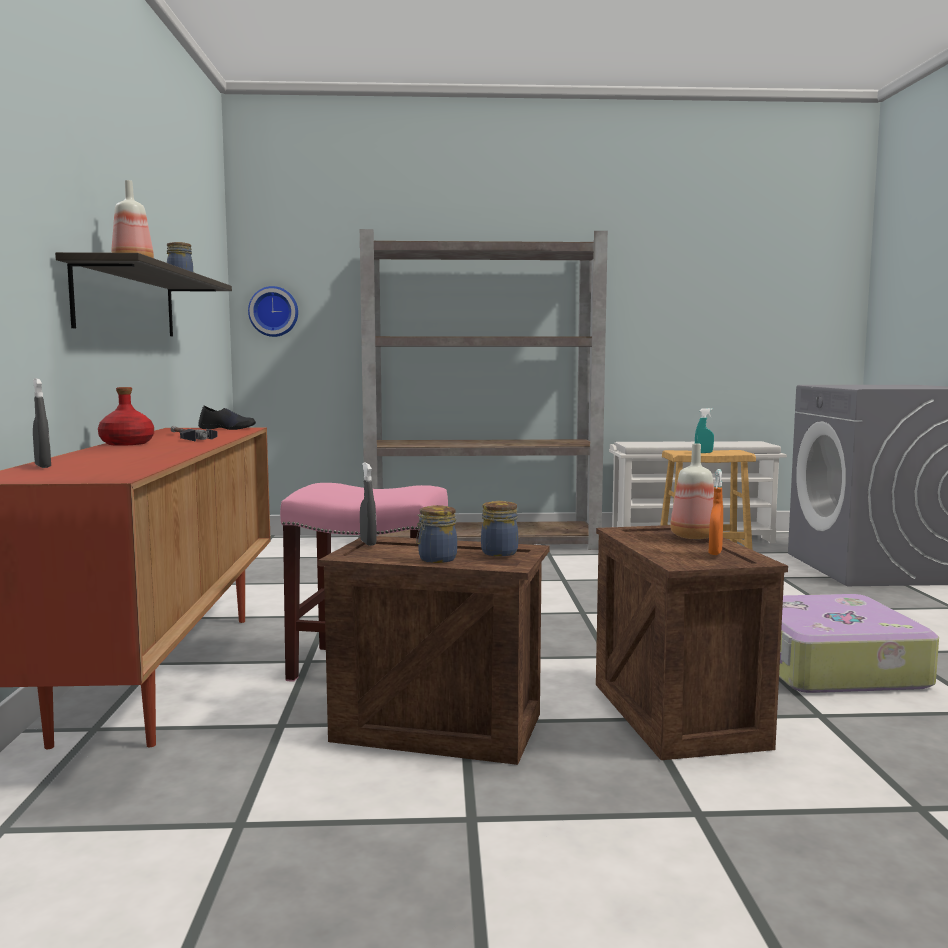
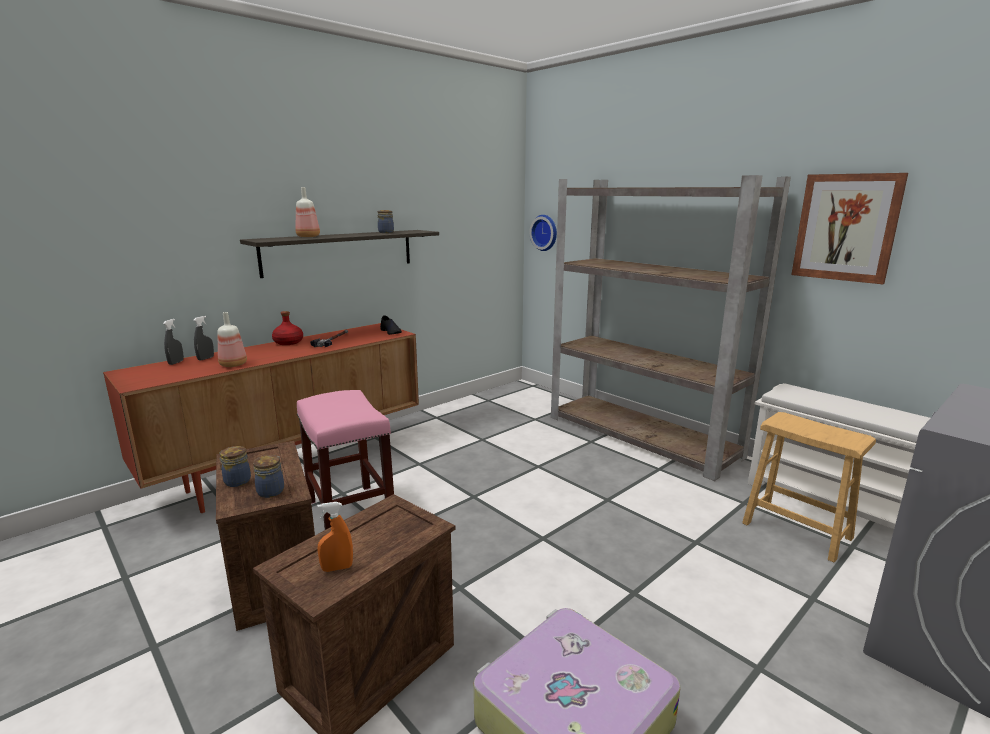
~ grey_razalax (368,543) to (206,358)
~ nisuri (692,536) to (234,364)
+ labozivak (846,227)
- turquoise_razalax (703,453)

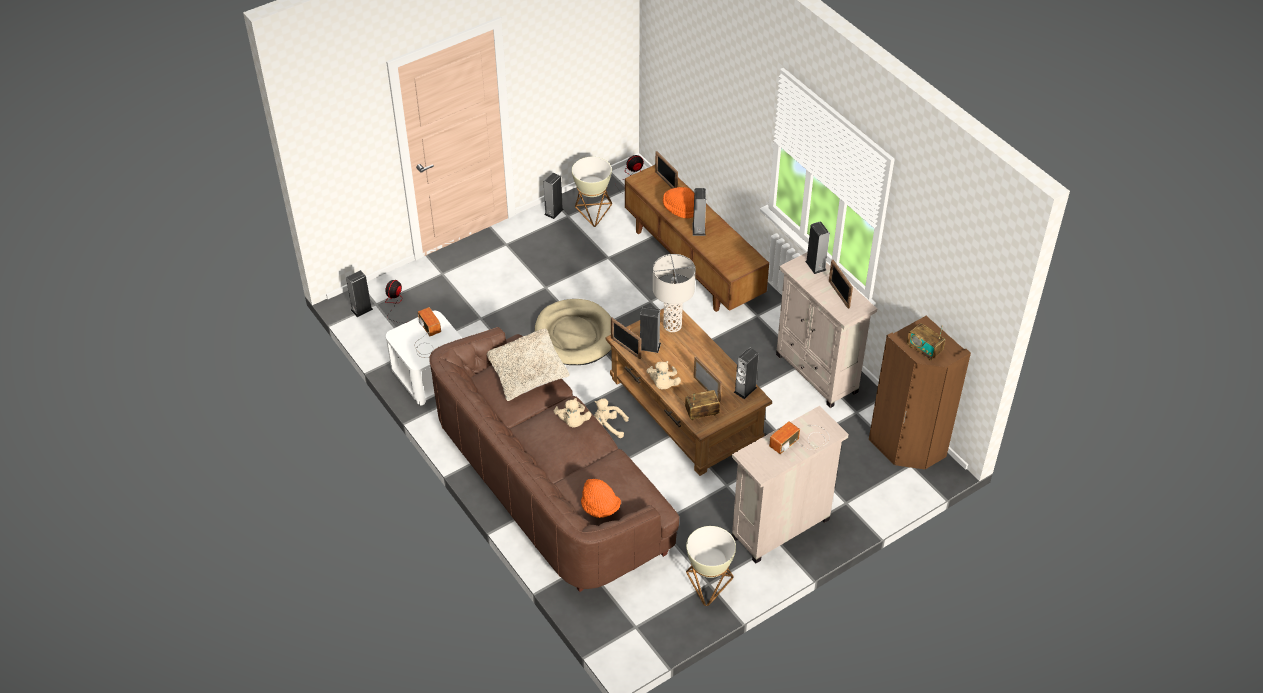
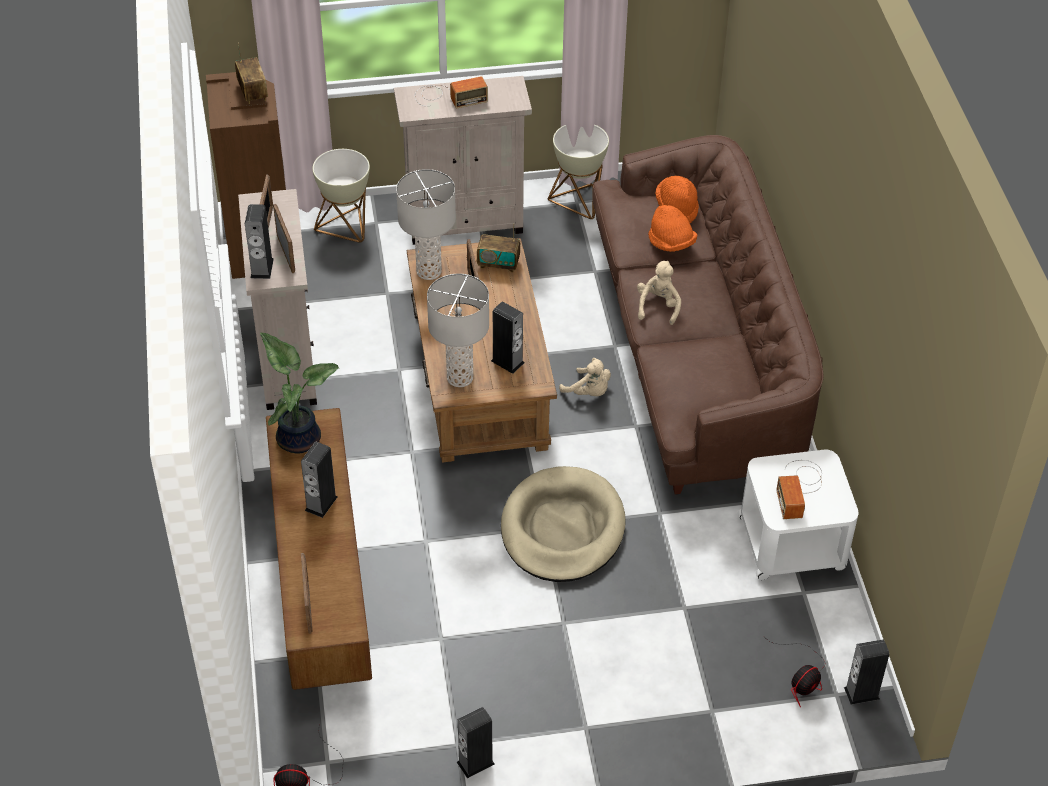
+ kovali (299,437)
~ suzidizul (625,348) to (286,253)
~ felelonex (593,212) to (345,228)
~ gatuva (745,390) to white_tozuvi (428,271)
~ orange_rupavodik (680,209) to (671,243)
- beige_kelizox (527,372)
- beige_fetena (663,384)

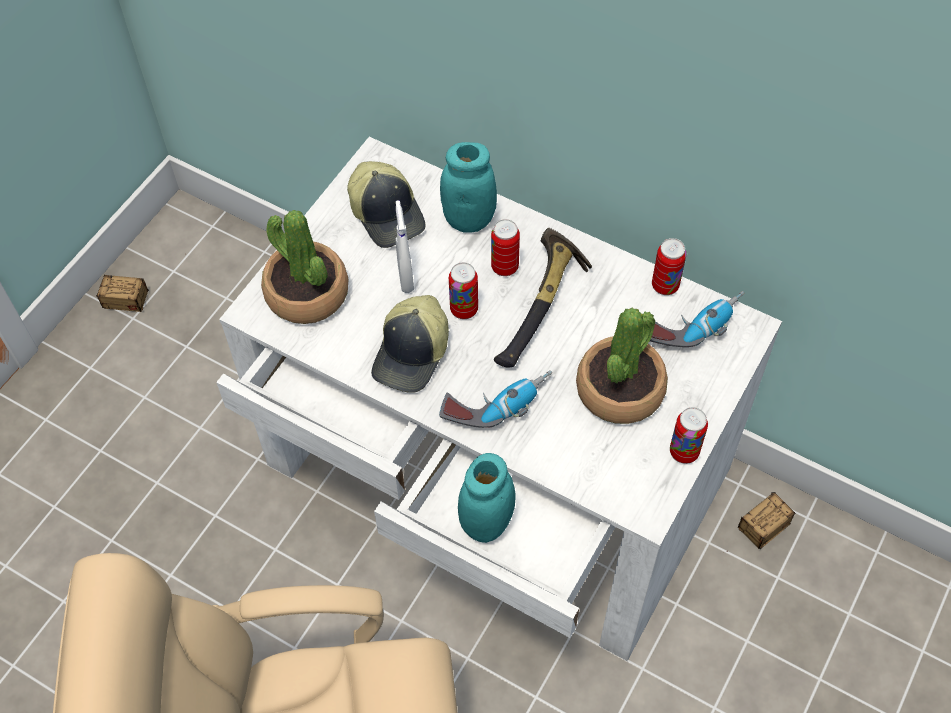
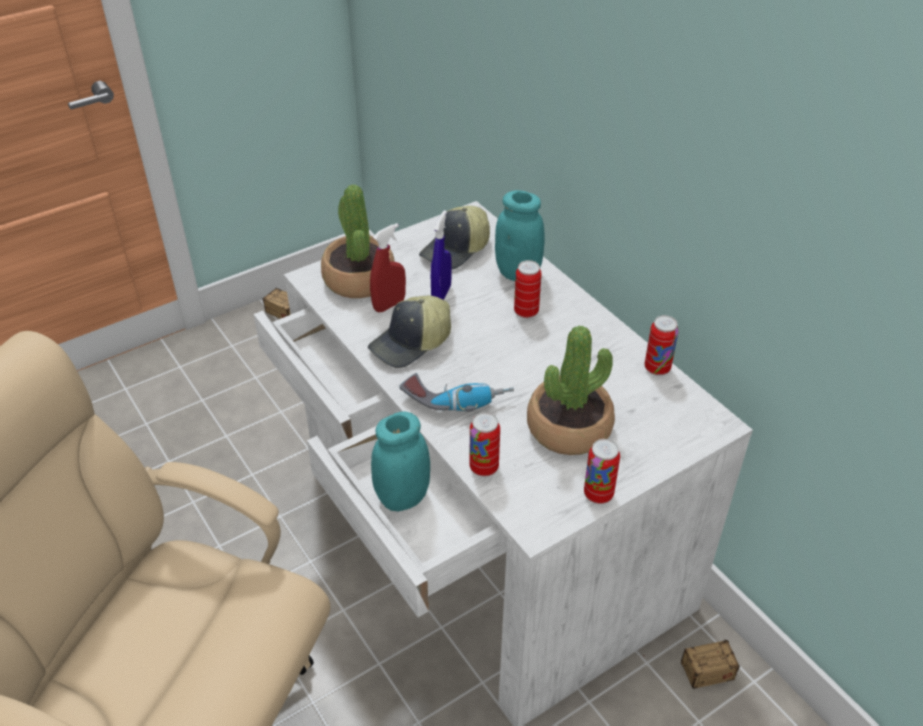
+ red_razalax (389,305)
~ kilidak (388,213) = (456,250) 45 degrees clockwise
~ white_razalax (406,278) to blue_razalax (441,294)
~ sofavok (464,309) to (484,467)
- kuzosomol (543,307)
- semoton (692,324)

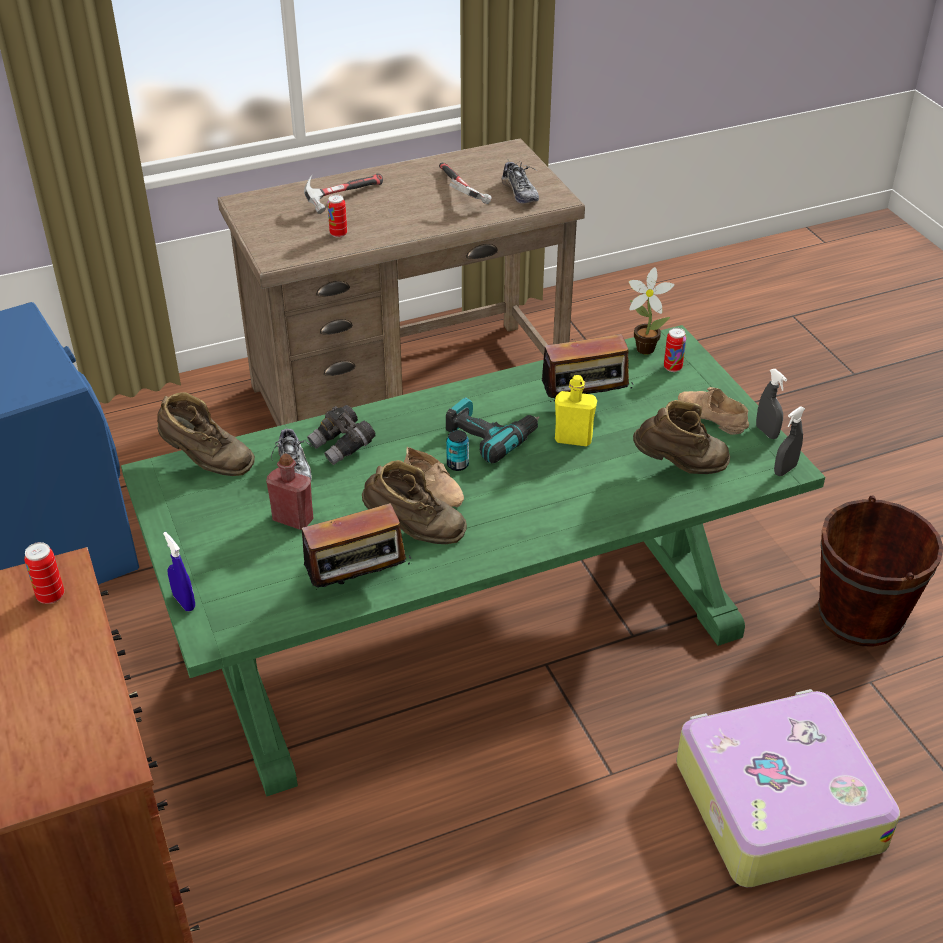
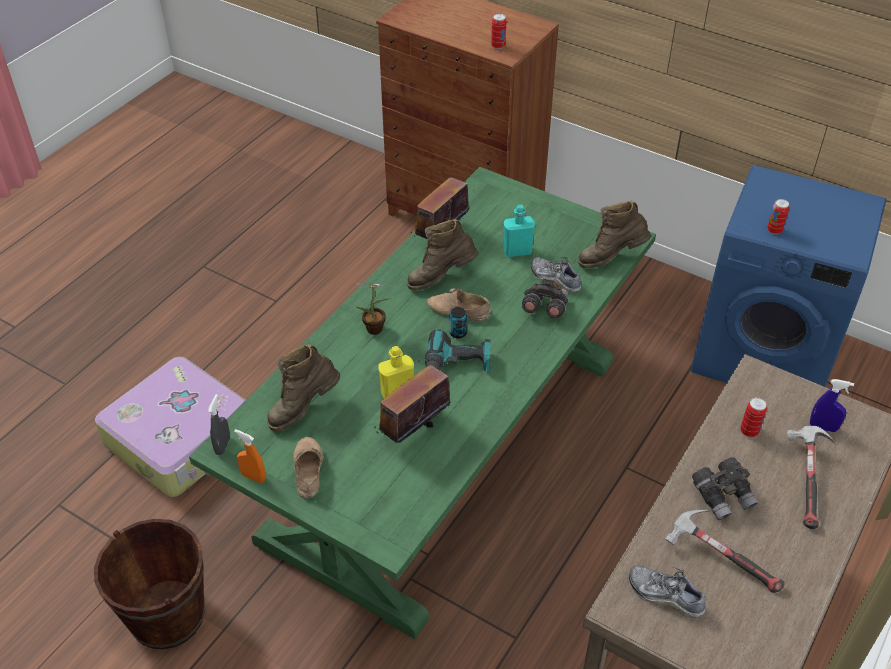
~ grey_razalax (766,432) to orange_razalax (253,477)
~ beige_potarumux (710,416) = (307,470) 105 degrees counterclockwise
~ kovali (643,347) to (377,330)
~ red_nisuri (293,519) to turquoise_nisuri (517,251)
+ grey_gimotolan (722,496)
~ sofavok (672,367) to (774,230)
~ blue_razalax (184,602) to (823,427)

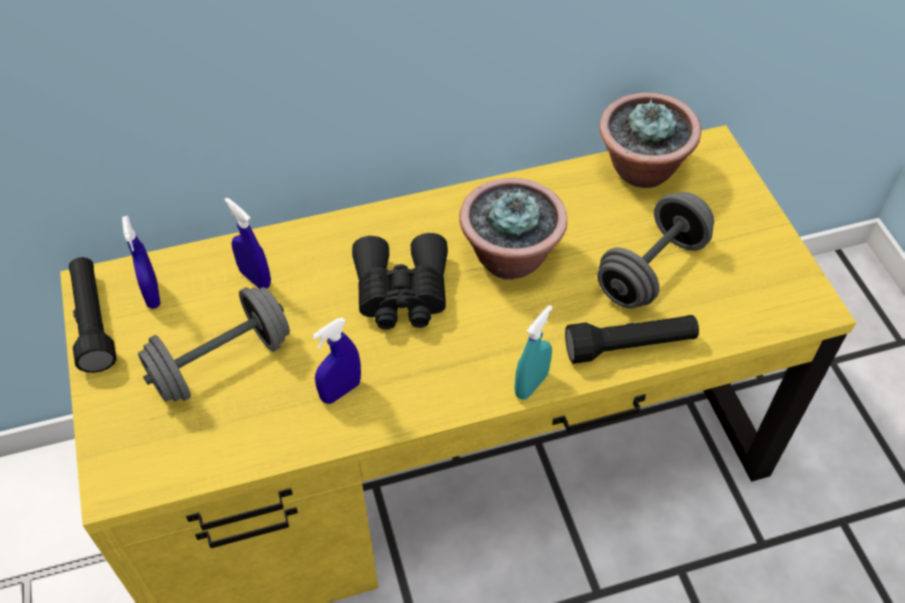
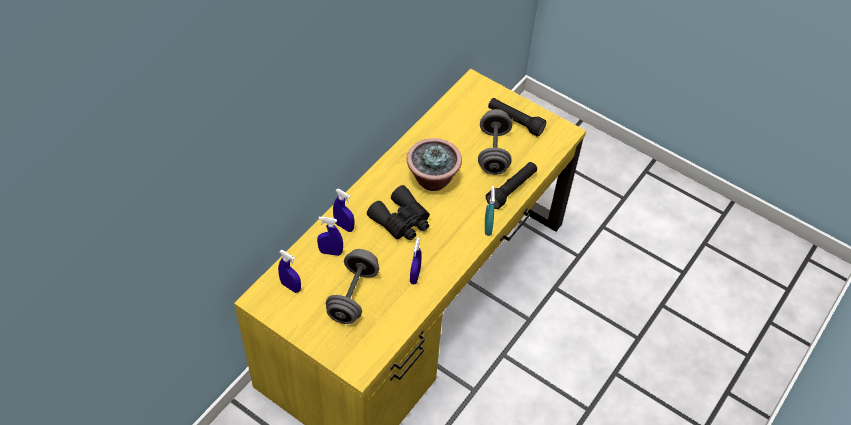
+ blue_razalax (344,226)
~ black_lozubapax (93,322) to (515,121)
- kovali (641,170)

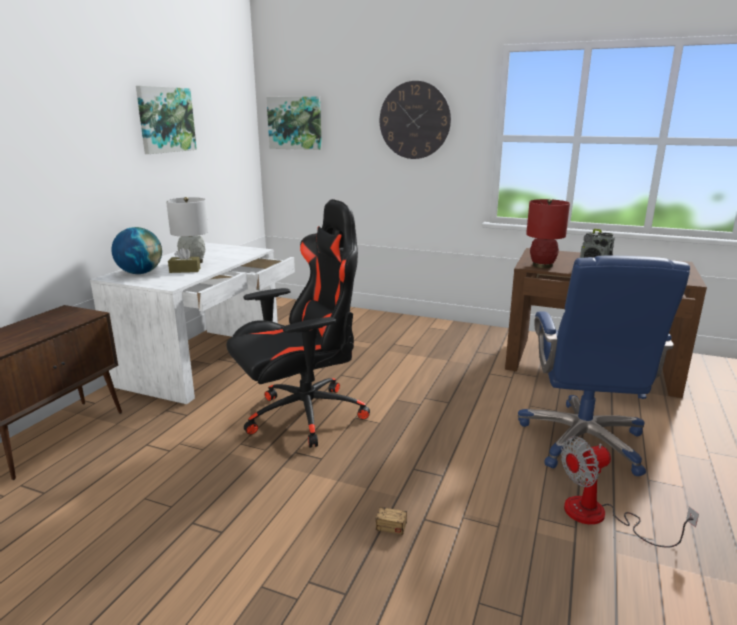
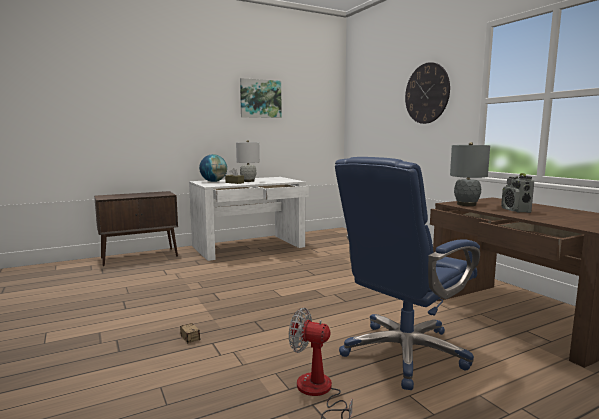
~ red_tozuvi (542,265) to grey_tozuvi (466,204)
- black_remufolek (298,418)
- labozivak (295,123)

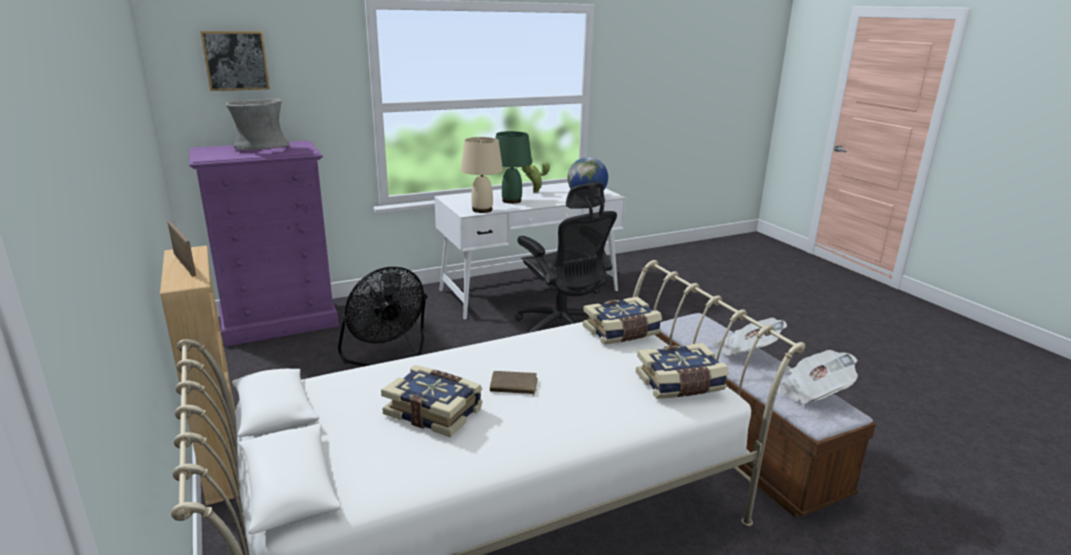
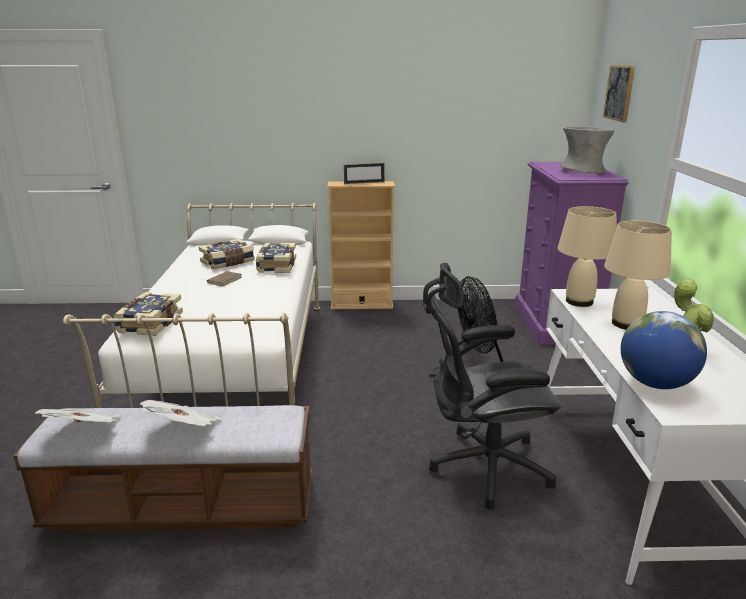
~ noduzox (621,332) to (276,266)
~ green_tozuvi (511,201) to beige_tozuvi (627,324)

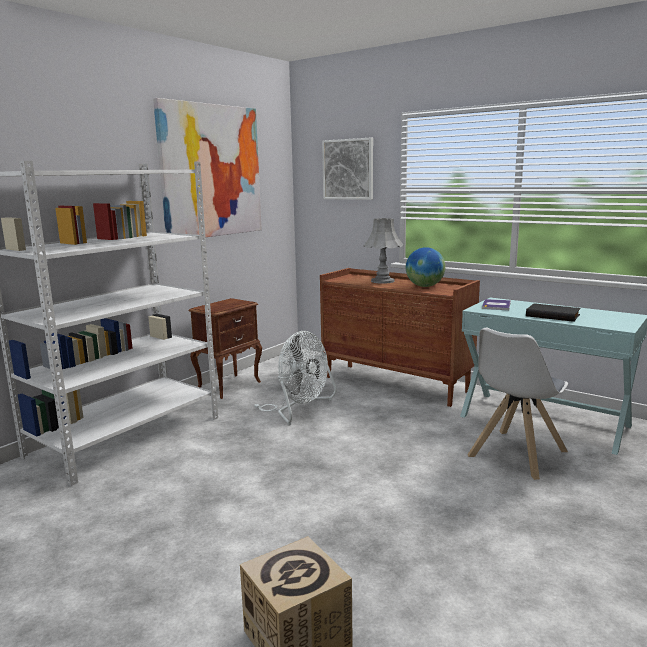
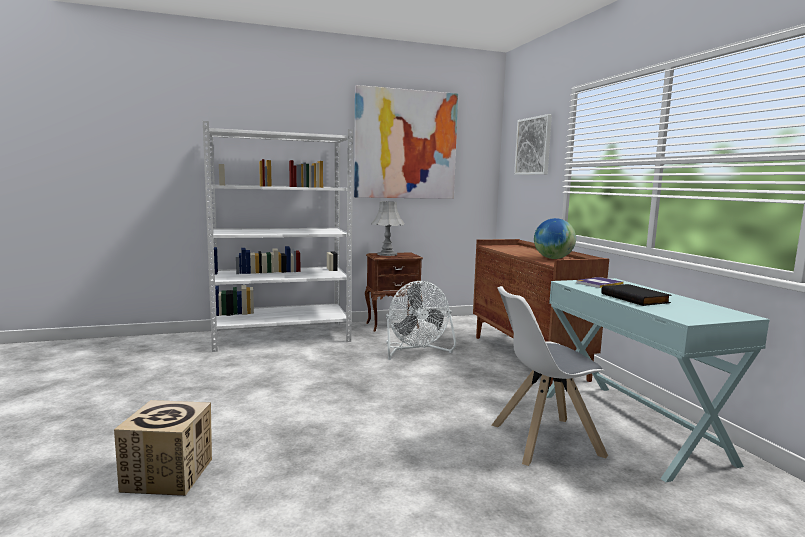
~ grey_tozuvi (383,281) to (387,254)

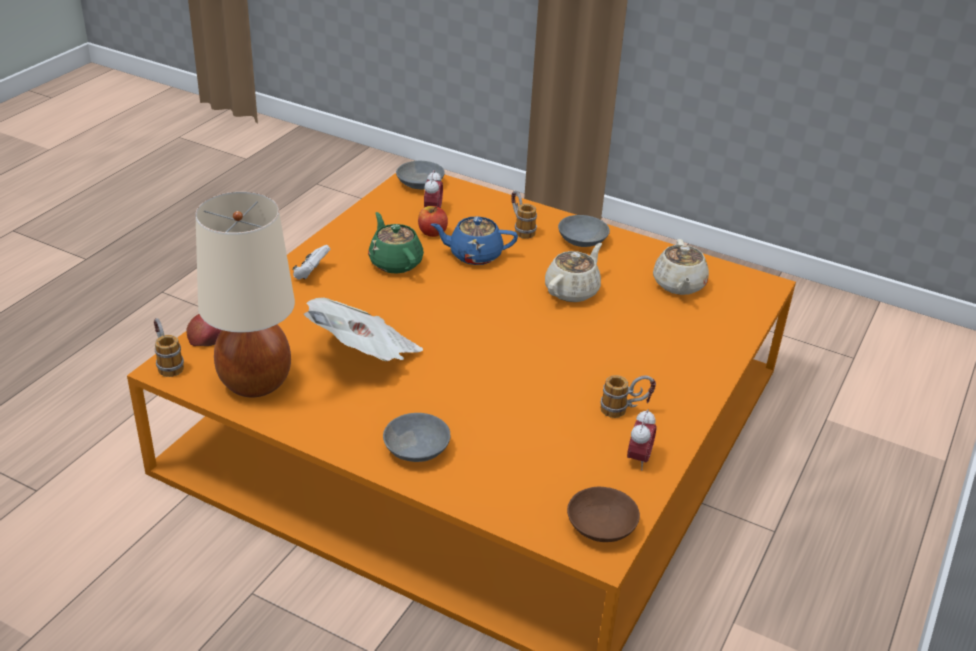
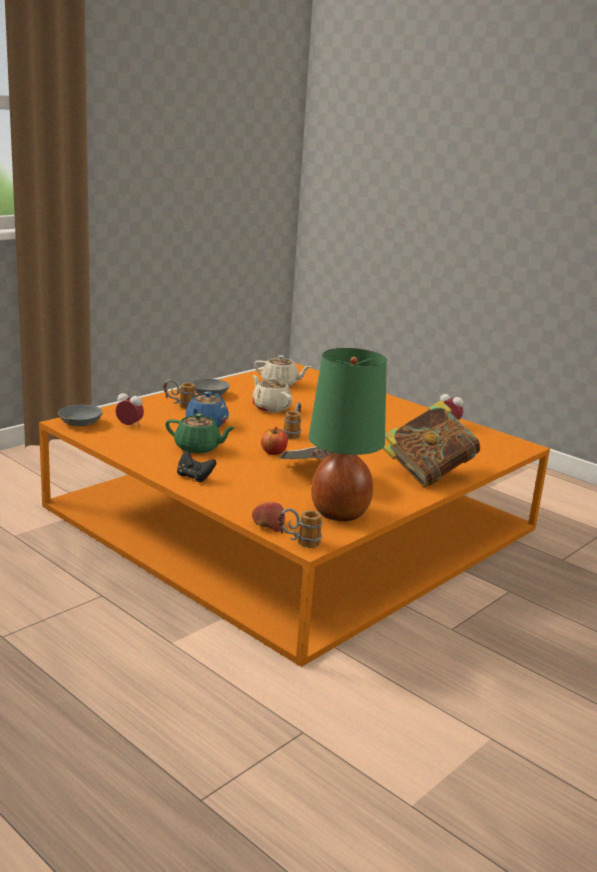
~ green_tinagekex (395,262) = (198,448) 150 degrees counterclockwise
~ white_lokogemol (311,273) to black_lokogemol (194,477)
~ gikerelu (432,232) to (273,452)
~ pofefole (625,410) to (293,433)
~ beige_tozuvi (256,382) to green_tozuvi (339,513)
~ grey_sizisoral (416,447) to noduzox (428,474)
- brown_sizisoral (602,525)

